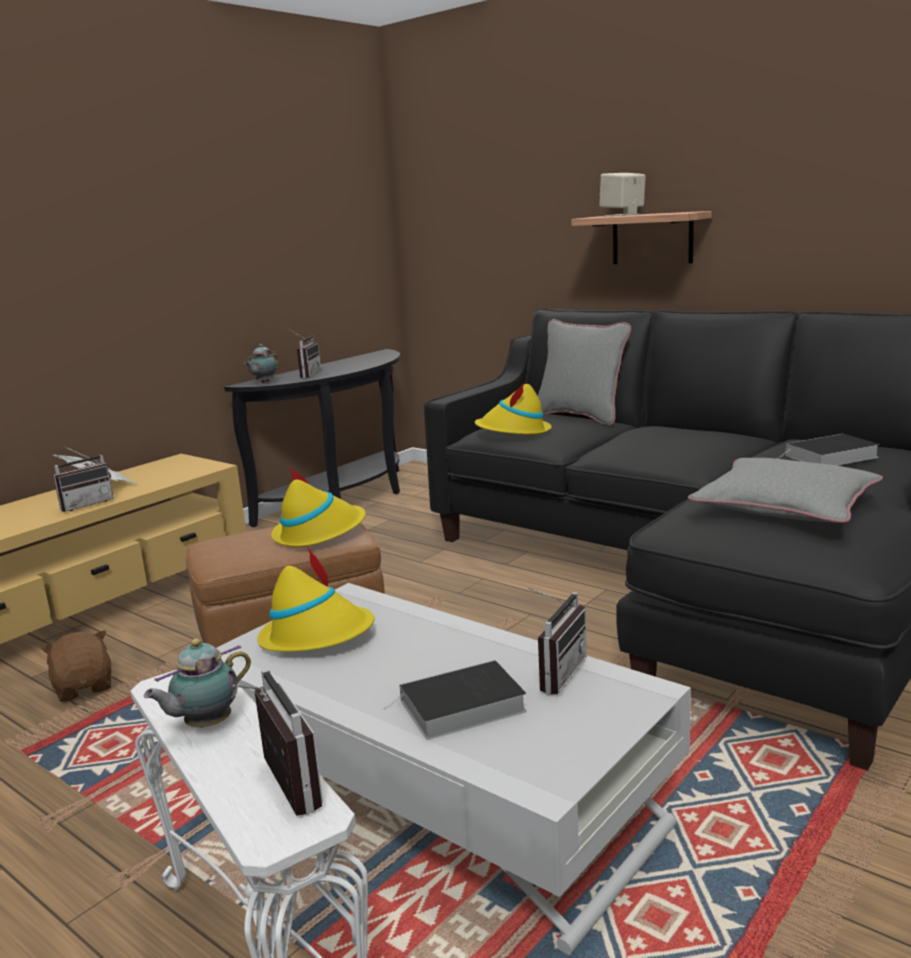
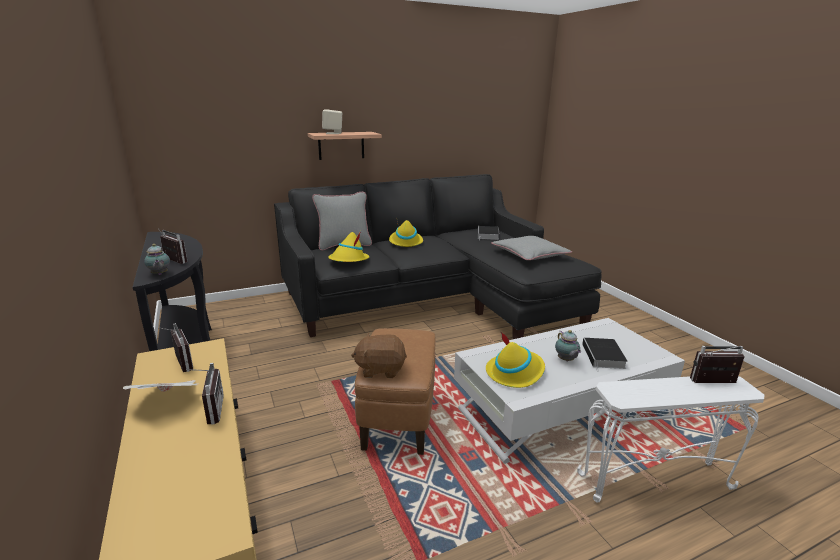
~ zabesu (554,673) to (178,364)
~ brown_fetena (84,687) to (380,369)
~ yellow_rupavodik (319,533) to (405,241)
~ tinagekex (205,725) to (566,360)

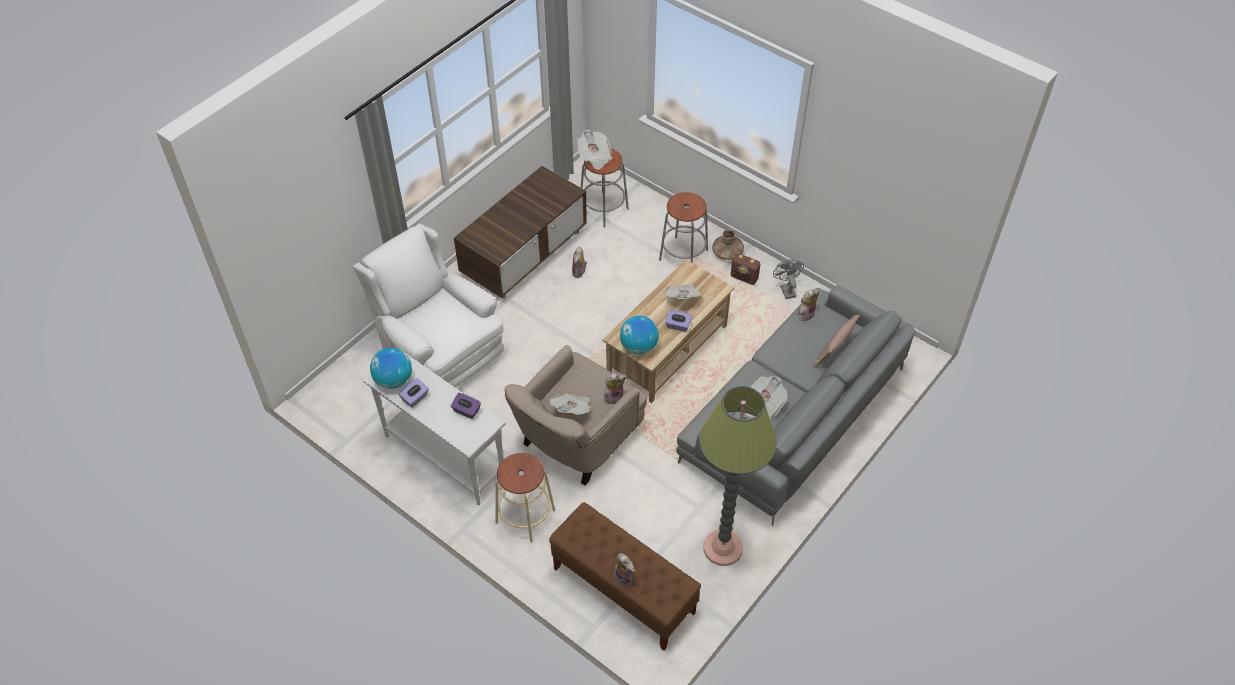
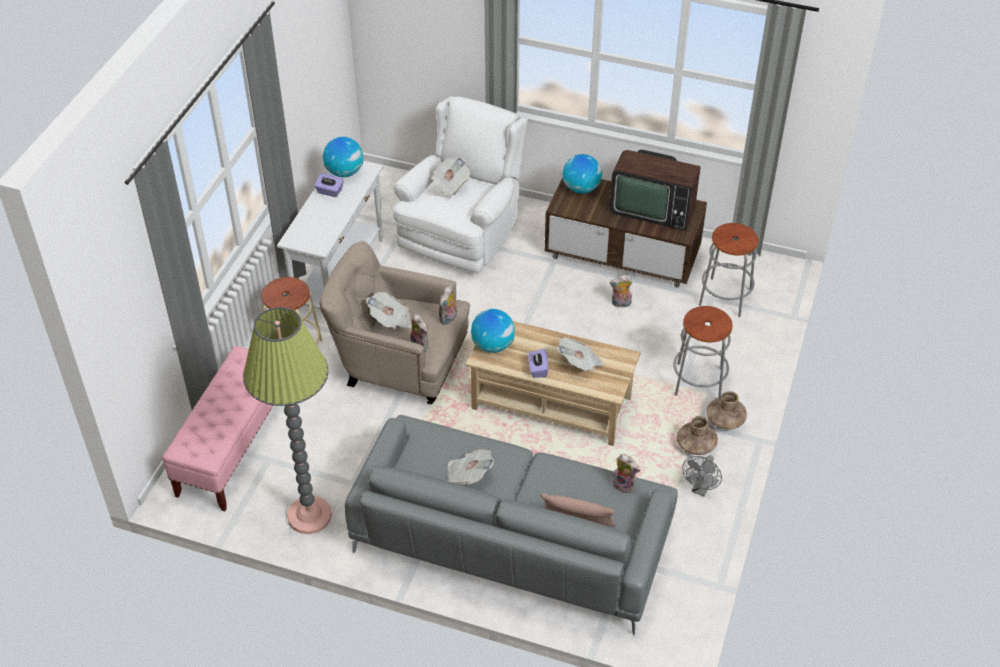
~ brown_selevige (623,590) to pink_selevige (234,448)
~ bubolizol (594,157) to (448,186)
~ fetena (625,578) to (448,319)
+ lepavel (581,189)
+ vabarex (652,207)
~ zabesu (744,278) to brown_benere (695,445)
~ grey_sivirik (786,289) = (700,489) 150 degrees clockwise
- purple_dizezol (466,411)

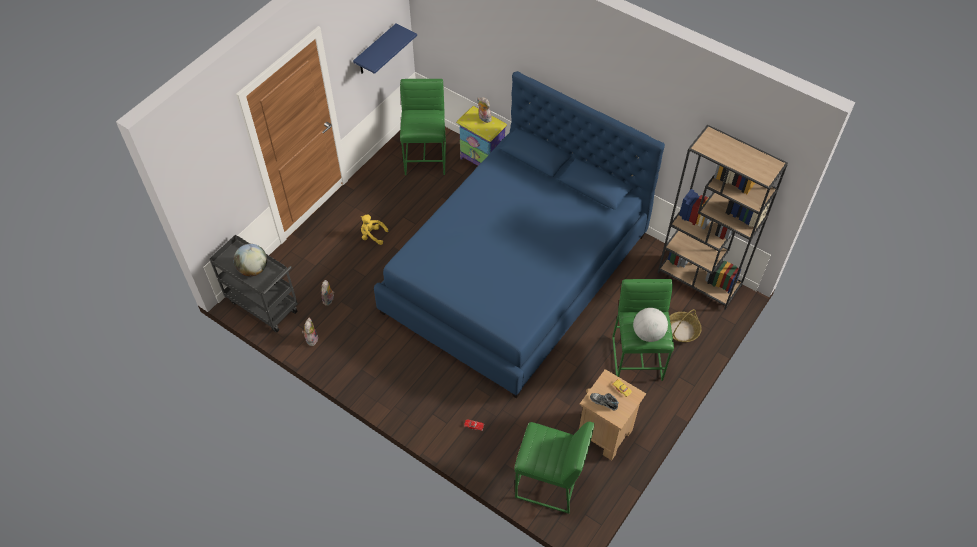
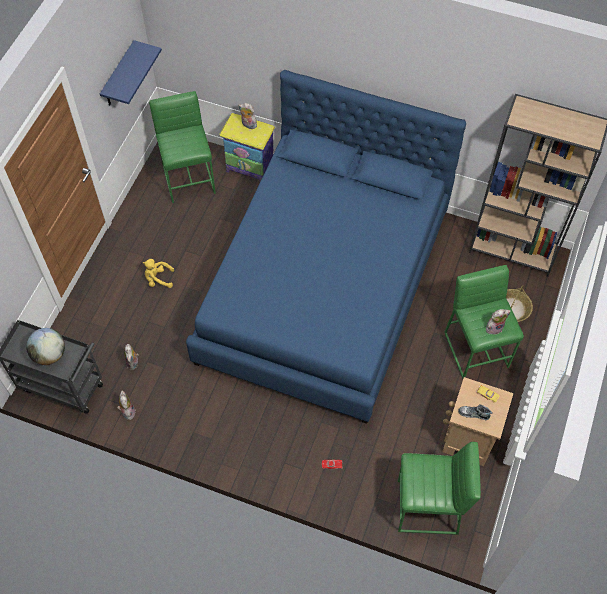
~ lepavel (648,333) to fetena (494,327)

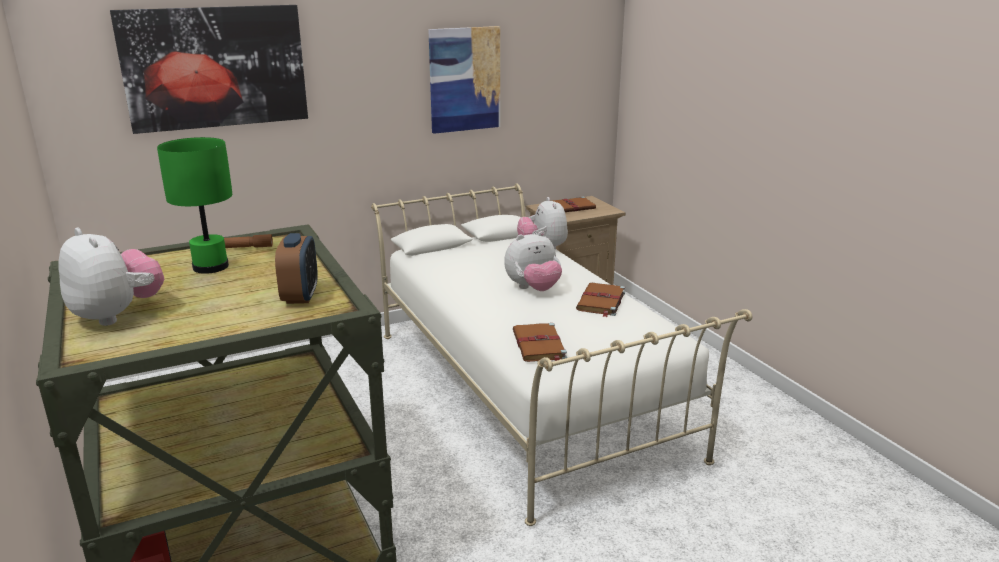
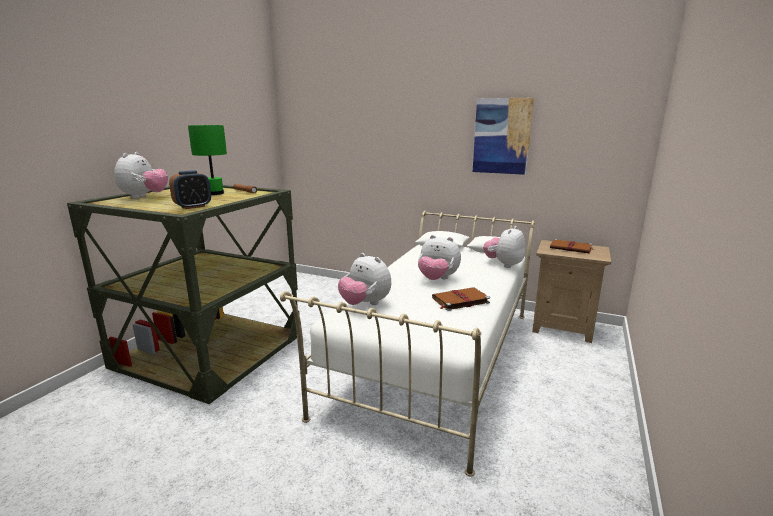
~ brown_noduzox (539,345) to fetena (365,304)
- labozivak (215,67)

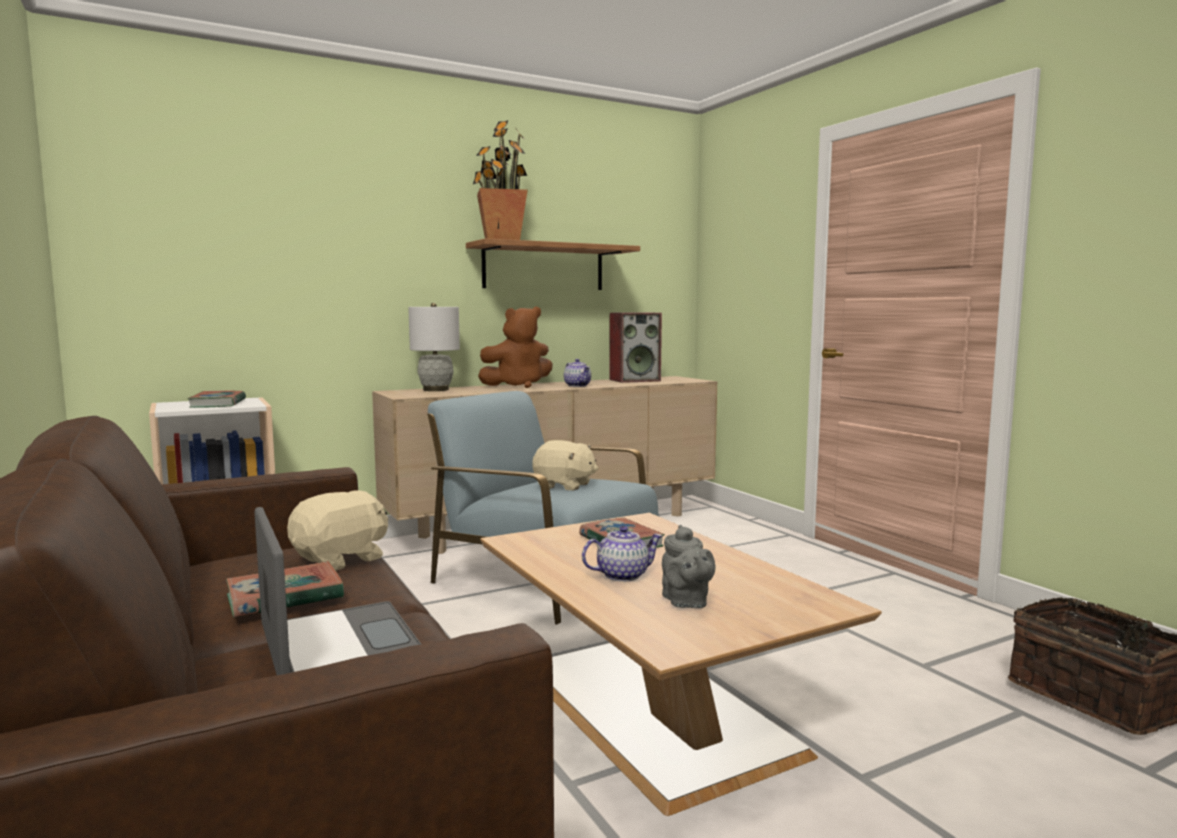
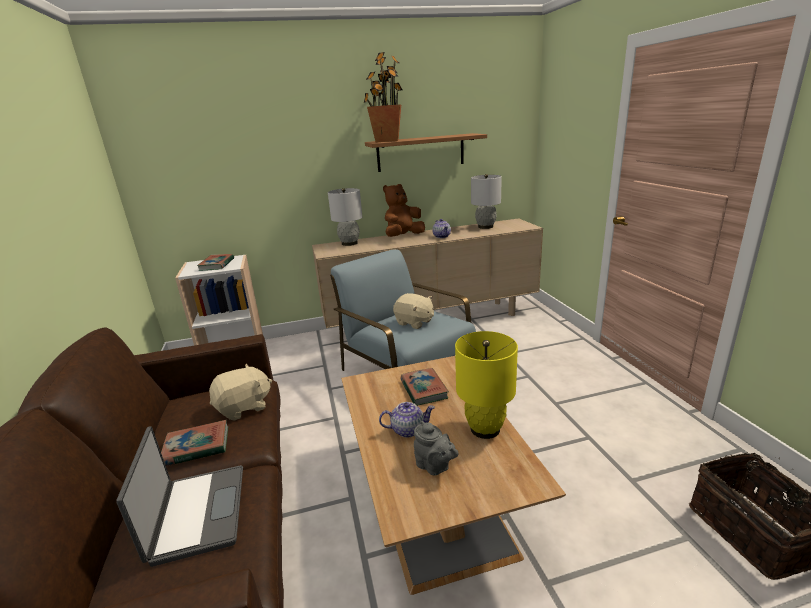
~ brown_fetena (518,386) = (403,236) 150 degrees clockwise
~ grey_tinagekex (686,602) = (434,466) 45 degrees counterclockwise
+ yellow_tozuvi (485,429)
~ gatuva (635,380) to white_tozuvi (485,227)

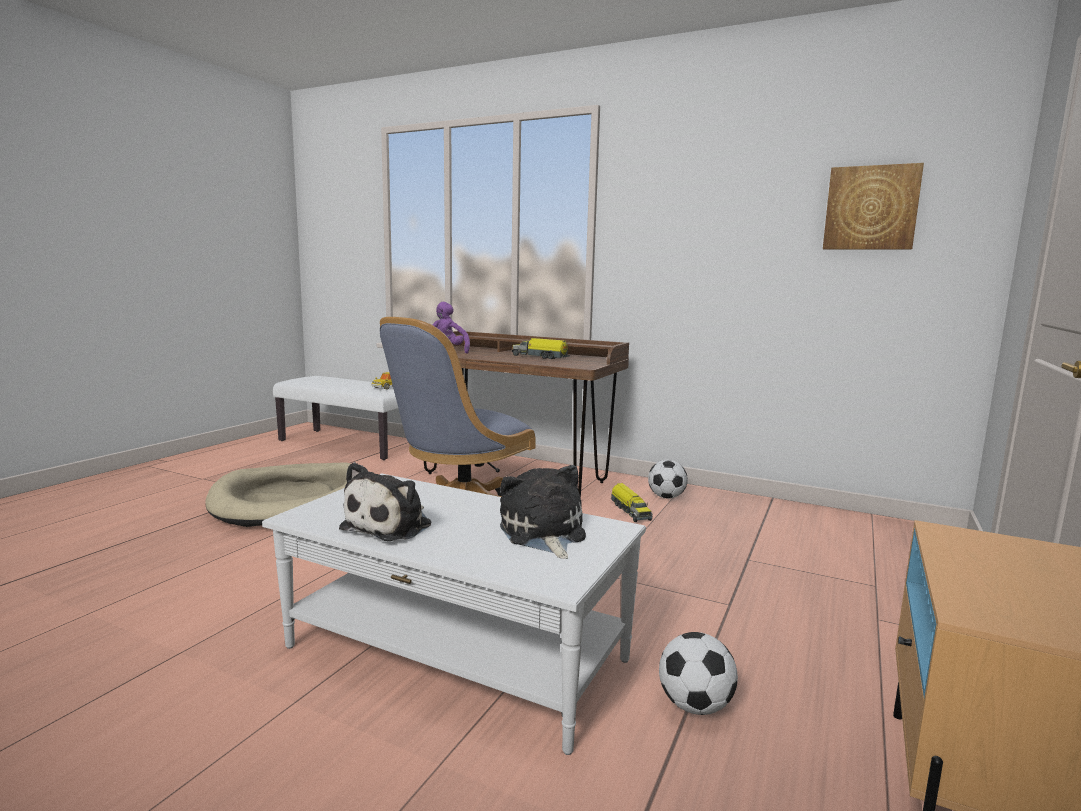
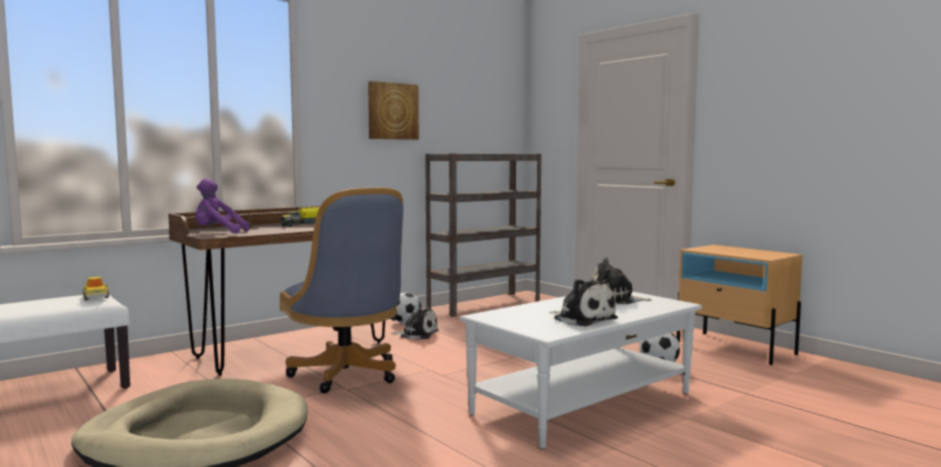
~ labozivak (871,208) to (392,111)
~ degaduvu (630,510) to fetena (417,334)
+ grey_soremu (484,304)

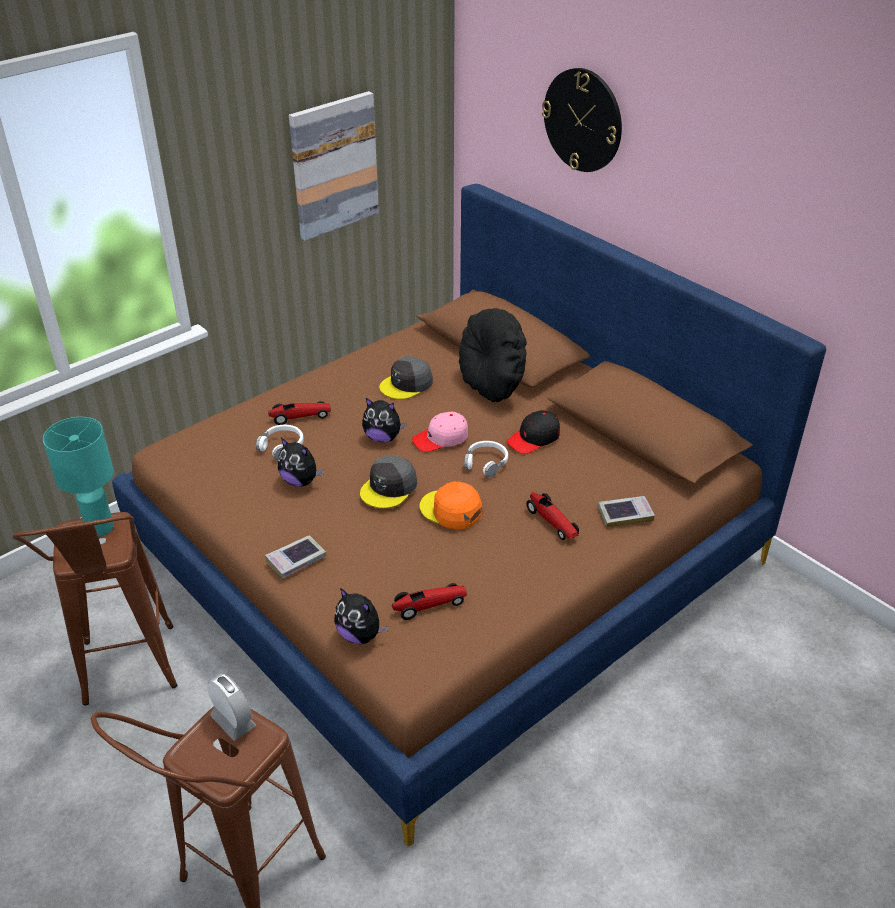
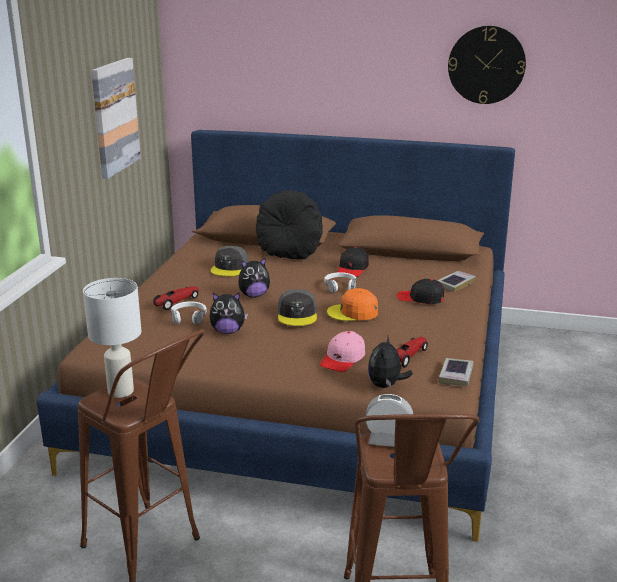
~ turquoise_tozuvi (101,527) to white_tozuvi (121,391)
~ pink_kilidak (441,438) to (343,359)
~ fetena (360,635) = (386,385) 105 degrees clockwise
~ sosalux (552,521) to black_kilidak (420,298)
~ noduzox (296,560) to (456,375)
~ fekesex (583,120) to (486,65)

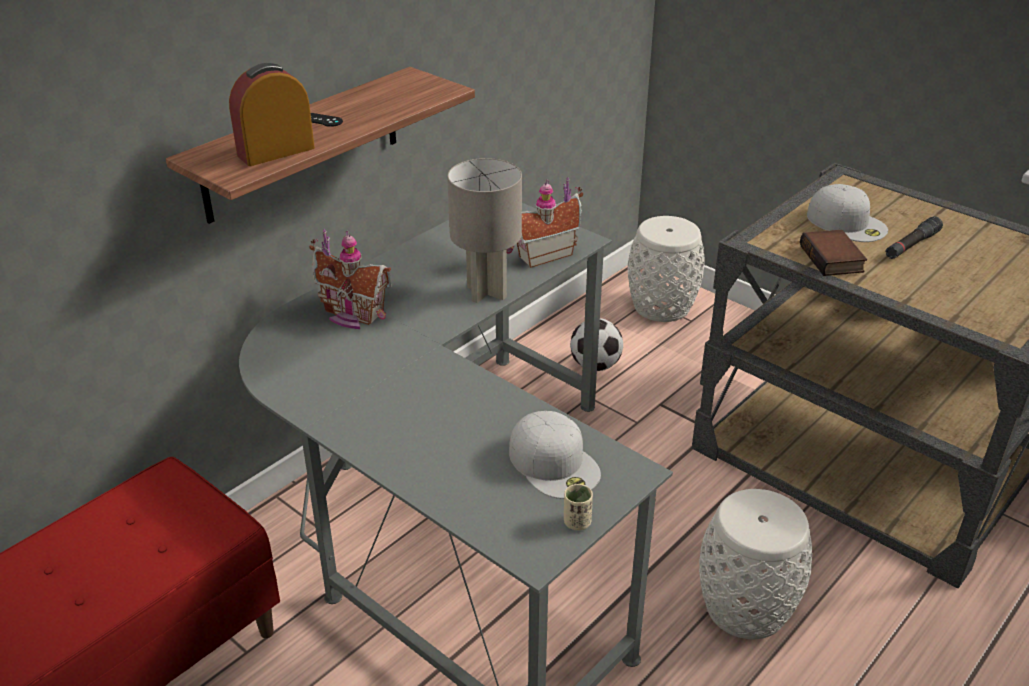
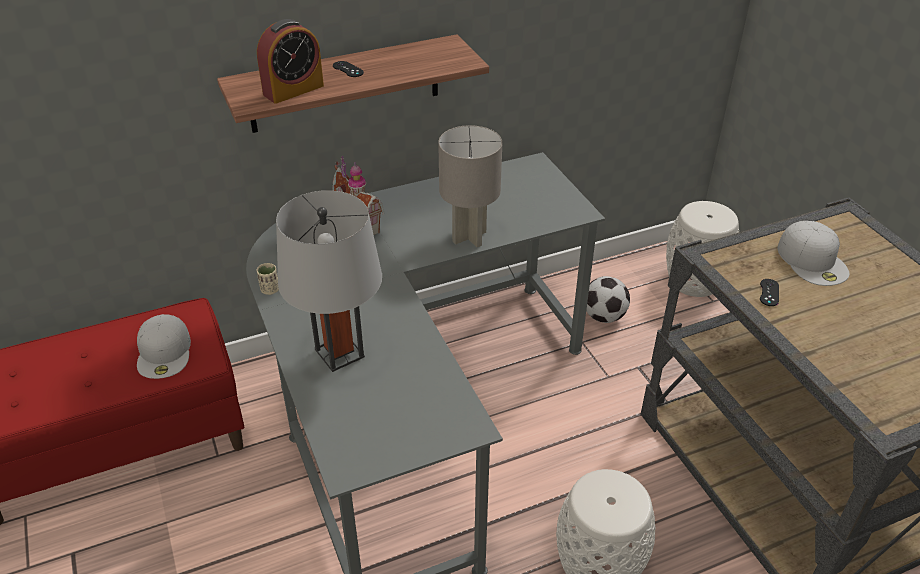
~ white_kilidak (554,463) to (165,352)
~ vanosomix (276,152) = (293,90) 150 degrees clockwise
~ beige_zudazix (577,522) to (270,290)
+ grey_tozuvi (339,353)
~ noduzox (833,259) to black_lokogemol (769,292)
- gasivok (542,254)
- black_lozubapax (911,245)

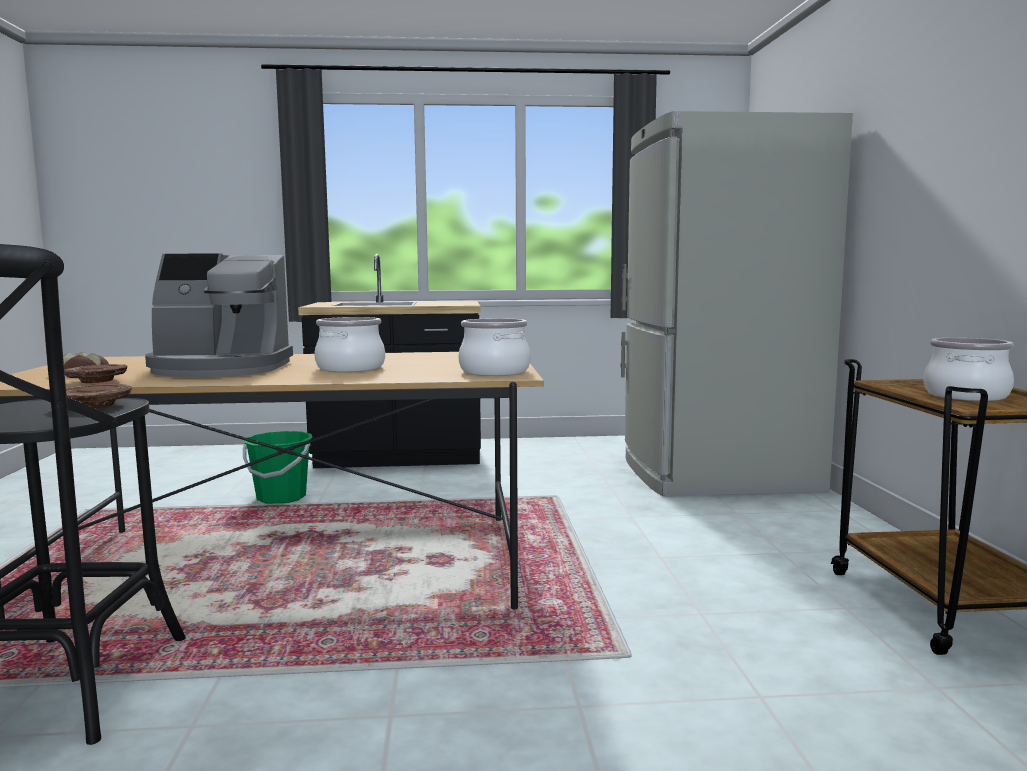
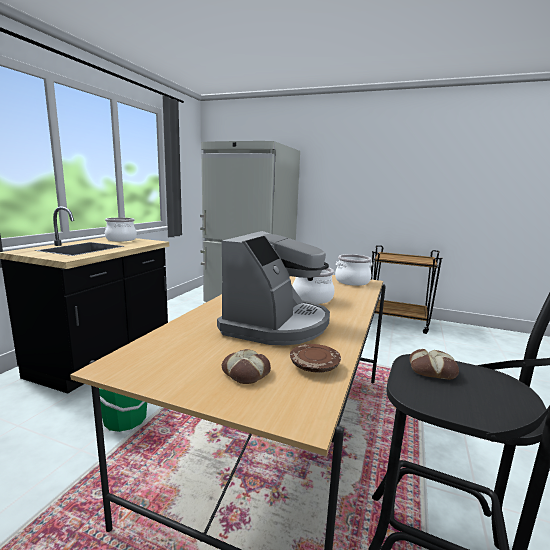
~ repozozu (967,396) to (121,239)
~ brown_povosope (96,405) to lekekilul (432,369)

